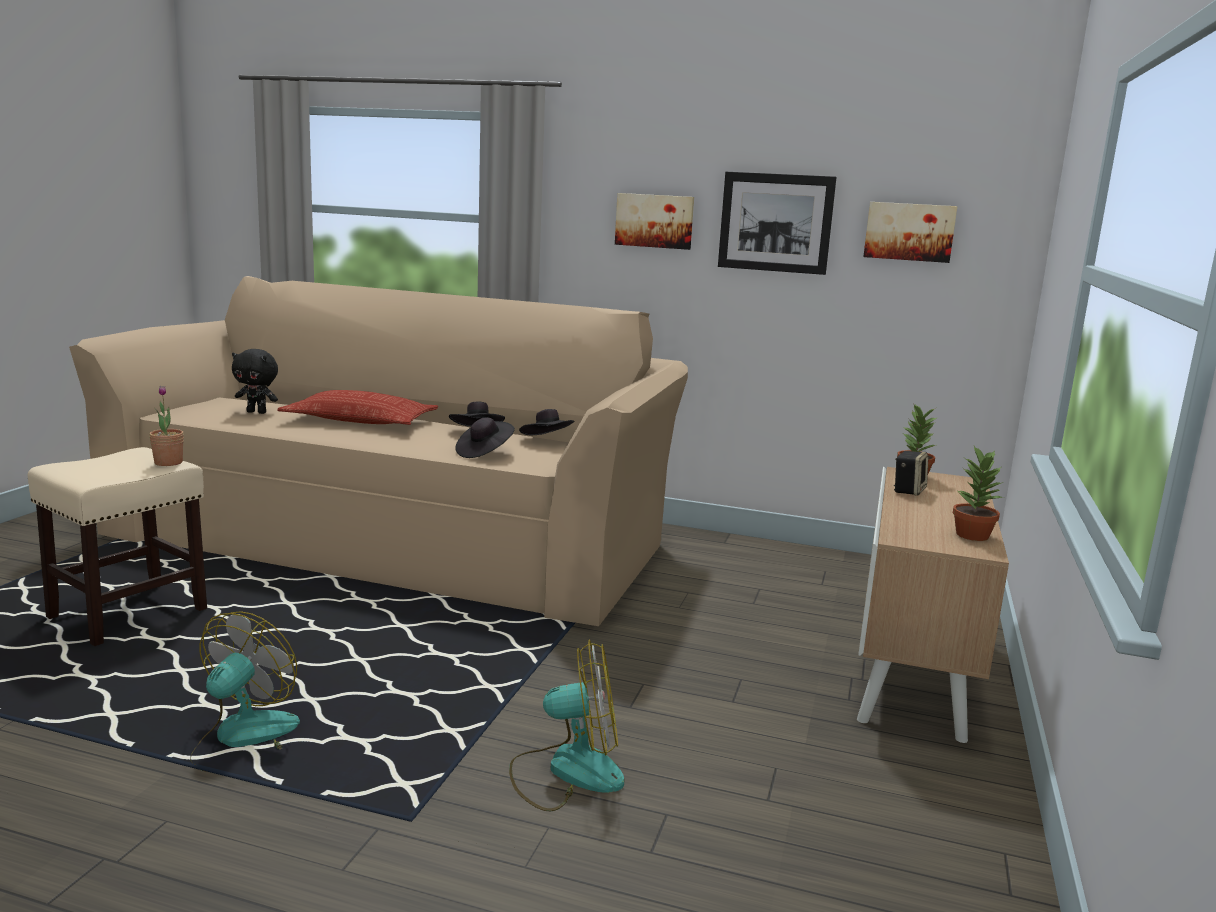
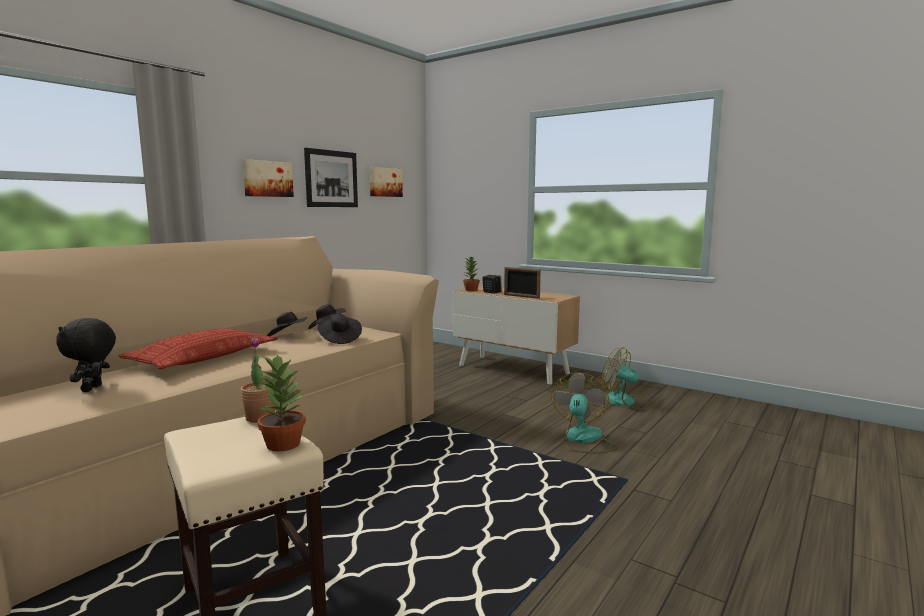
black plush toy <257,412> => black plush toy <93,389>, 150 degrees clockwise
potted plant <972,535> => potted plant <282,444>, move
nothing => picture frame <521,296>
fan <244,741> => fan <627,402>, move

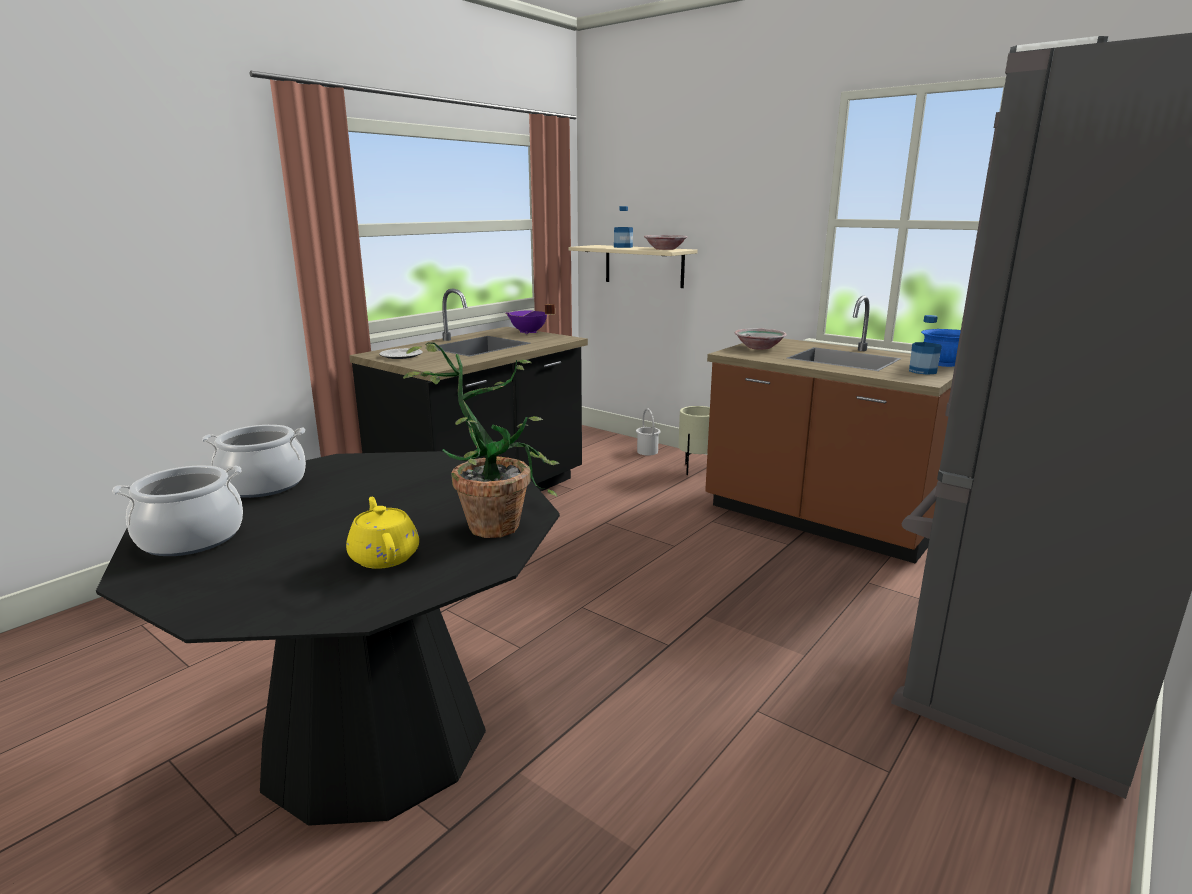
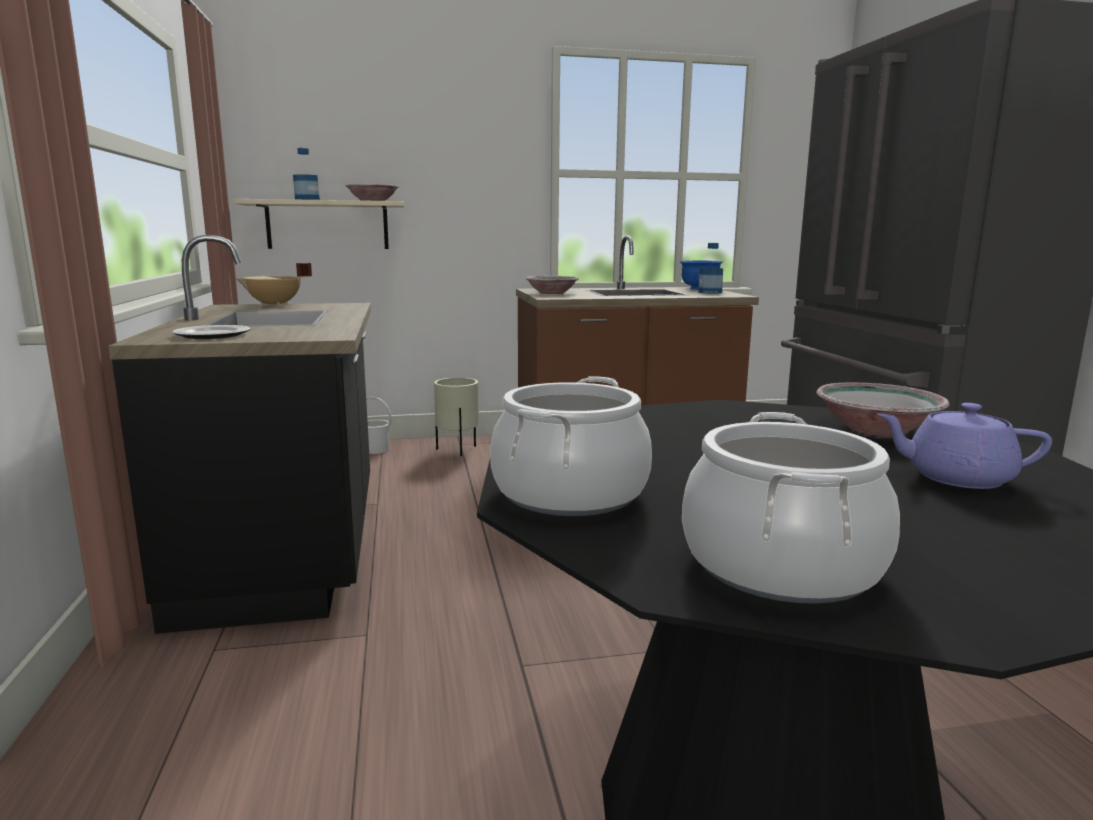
purple cooking pot <528,332> => beige cooking pot <275,305>
potted plant <495,520> => bowl <875,428>
yellow teapot <384,556> => purple teapot <956,478>

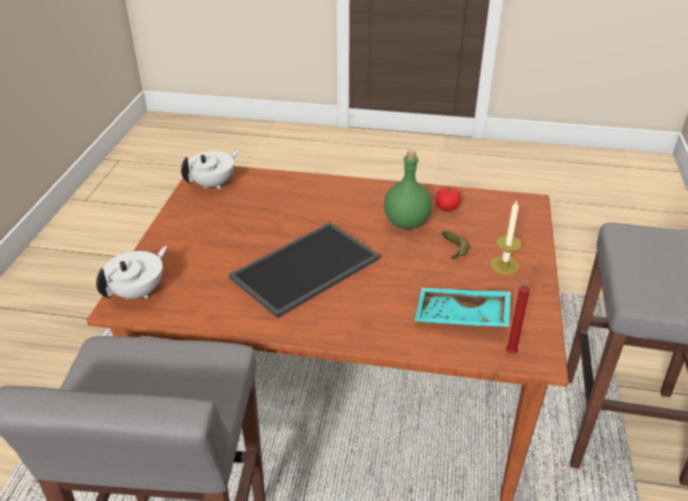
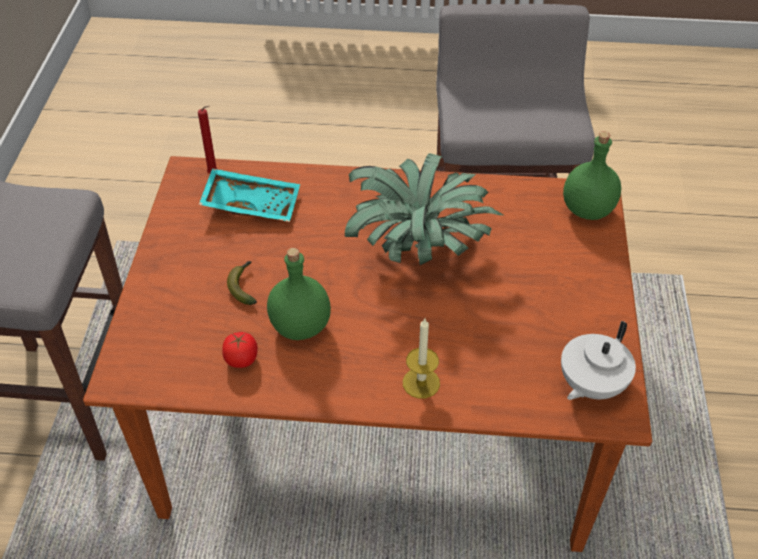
tray <306,269> => potted plant <418,247>
candle <504,265> => candle <421,383>, move
white teapot <139,292> => green bottle <587,210>

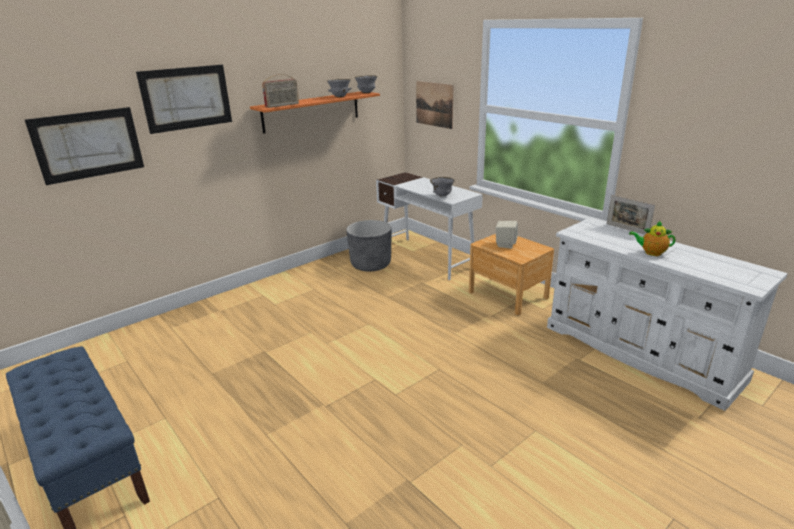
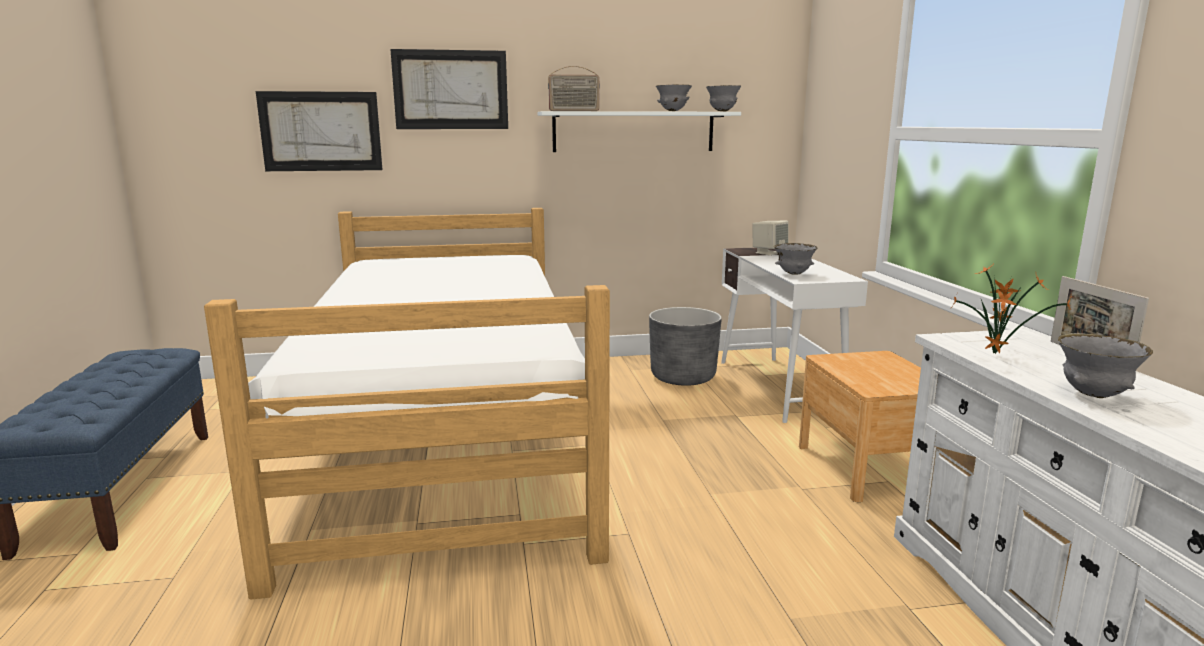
nothing => bed <448,440>
orange shelf <311,111> => white shelf <633,131>
beige speaker <505,244> => beige speaker <769,253>, move
nothing => potted plant <995,354>
teapot <651,253> => grey bowl <1094,395>
picture <434,104> => nothing

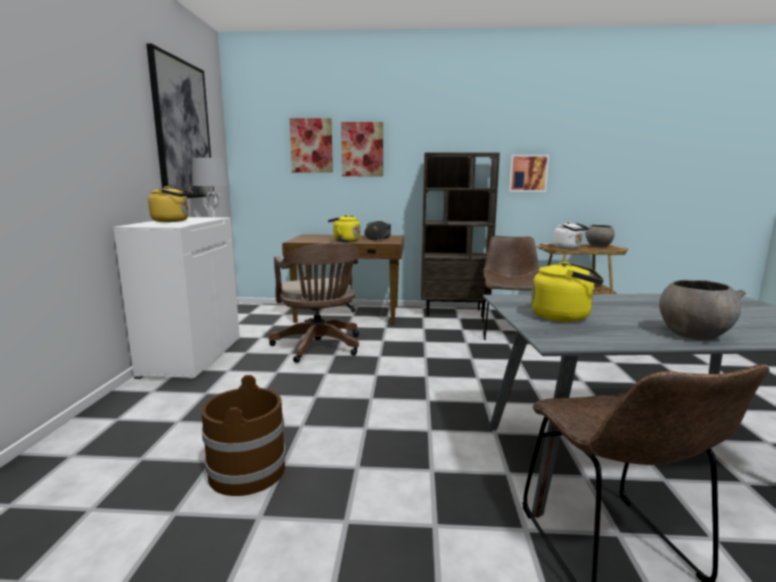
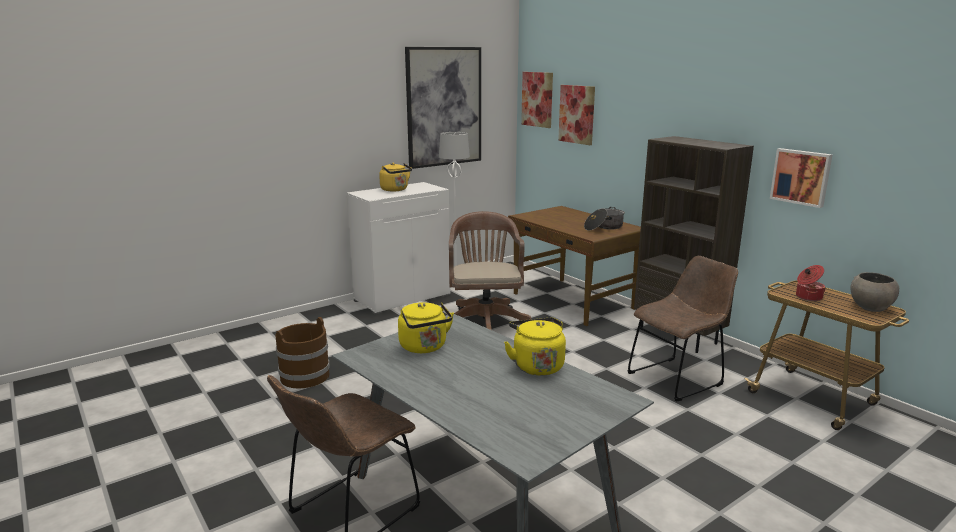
brown office chair <319,347> => brown office chair <485,322>, 150 degrees clockwise
yellow kettle <344,241> => yellow kettle <536,365>, move
picture <362,149> => picture <537,99>, move
white kettle <569,248> => cooking pot <807,297>
grey bowl <693,334> => nothing

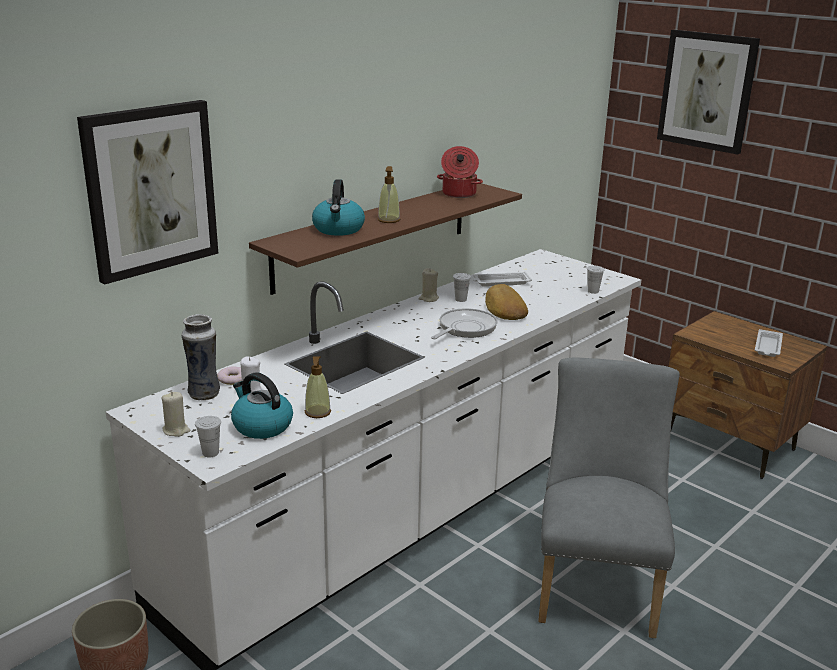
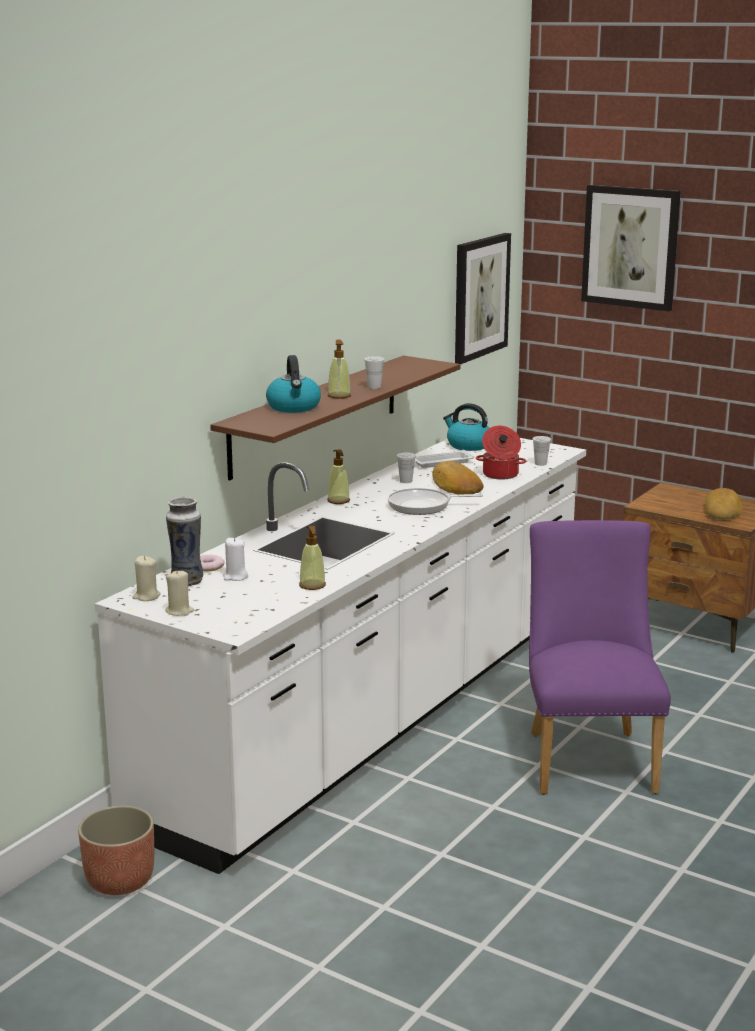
beige candle <428,298> => beige candle <146,596>, move
nothing => soap dispenser <338,501>
white cup <210,453> => white cup <374,387>, move
frying pan <465,328> => frying pan <423,506>, 120 degrees counterclockwise
kettle <261,426> => kettle <468,445>, move
picture <150,189> => picture <480,297>, move
cooking pot <458,194> => cooking pot <500,475>, move
grey chair <596,583> => purple chair <588,757>
white tray <767,347> => bread <723,510>

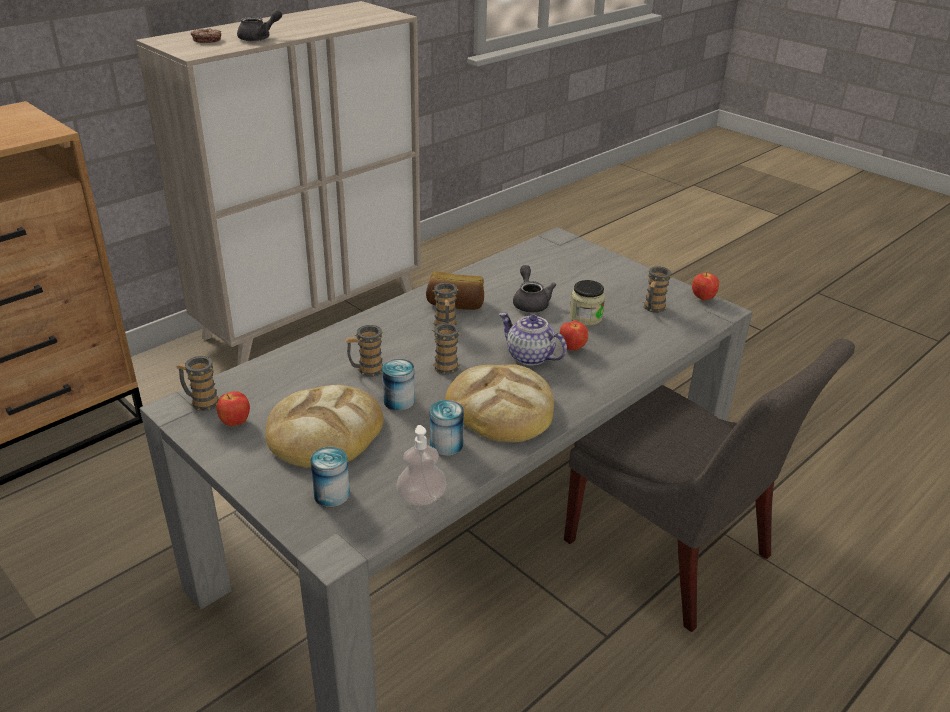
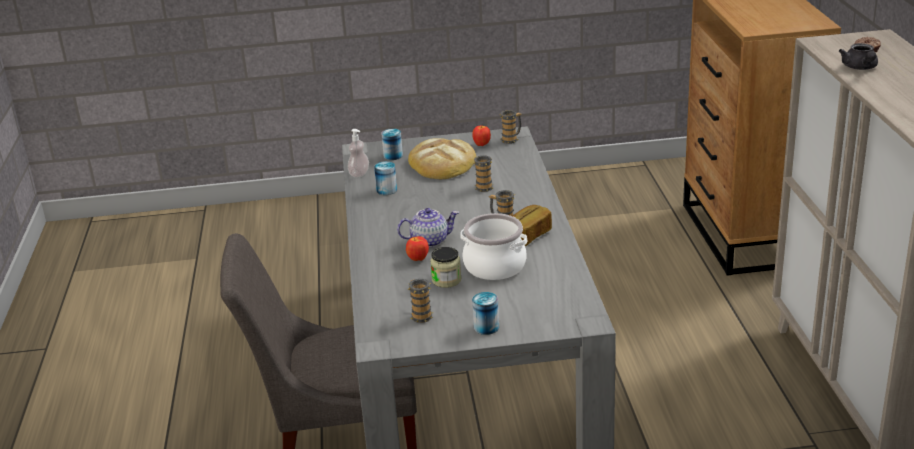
grey teapot <530,302> => cooking pot <495,266>
can <399,401> => can <486,327>, move
mug <447,365> => nothing
bread <501,407> => nothing
apple <702,298> => nothing

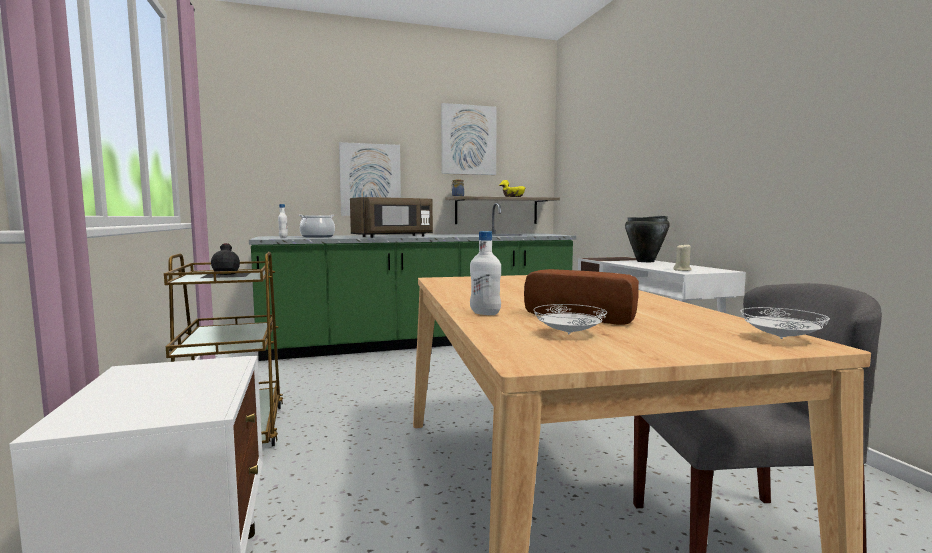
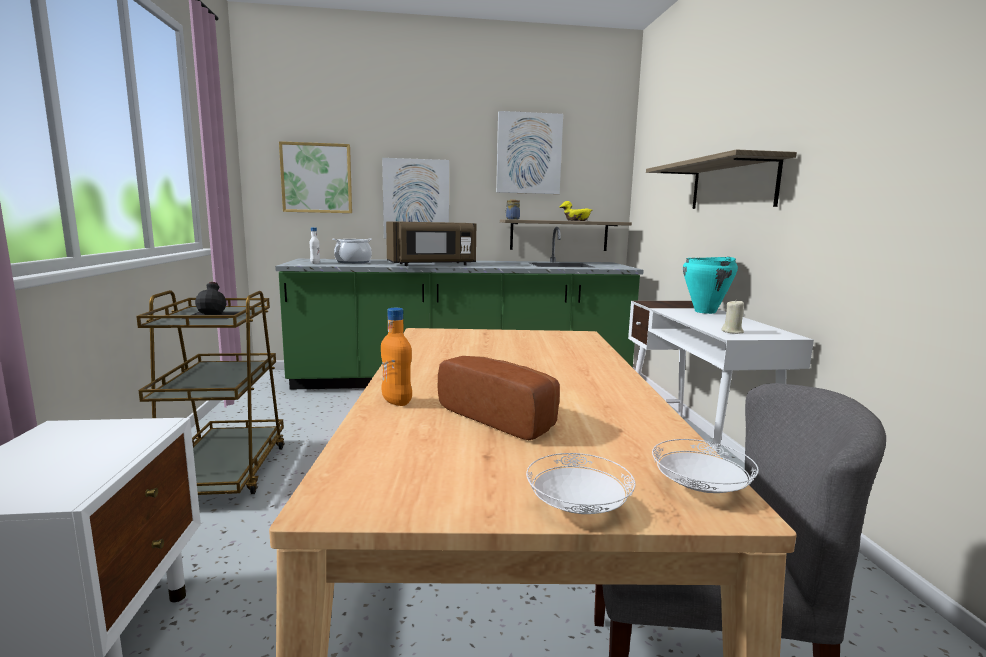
nothing => picture <316,178>
white bottle <485,313> => orange bottle <397,402>
white plate <568,334> => white plate <577,508>, move
nothing => shelf <732,185>
black cooking pot <646,261> => turquoise cooking pot <705,312>

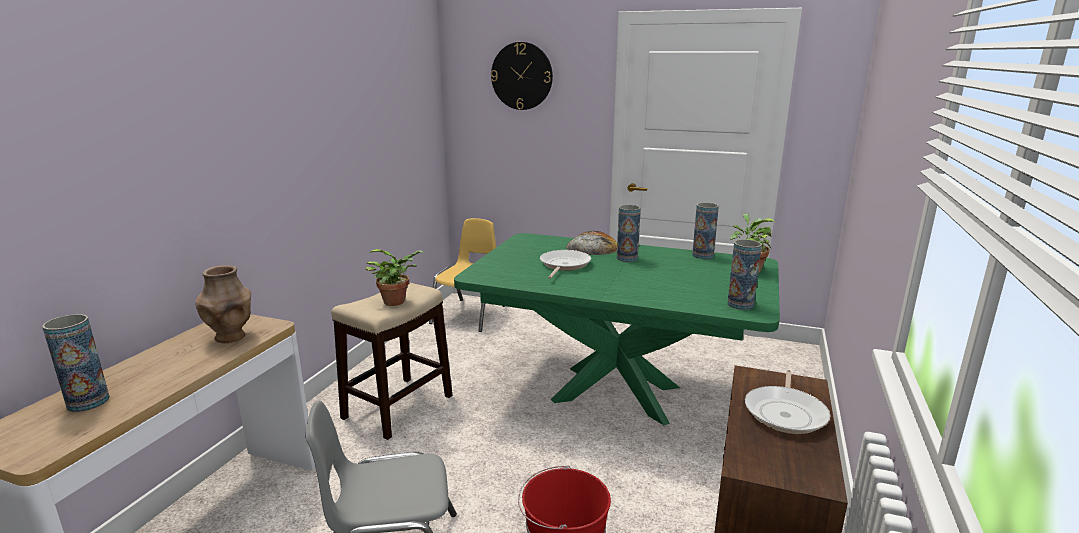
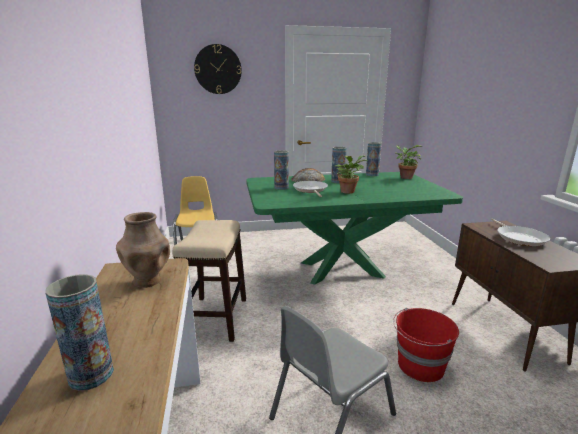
vase <740,304> => vase <281,187>, move
potted plant <397,301> => potted plant <348,191>, move

